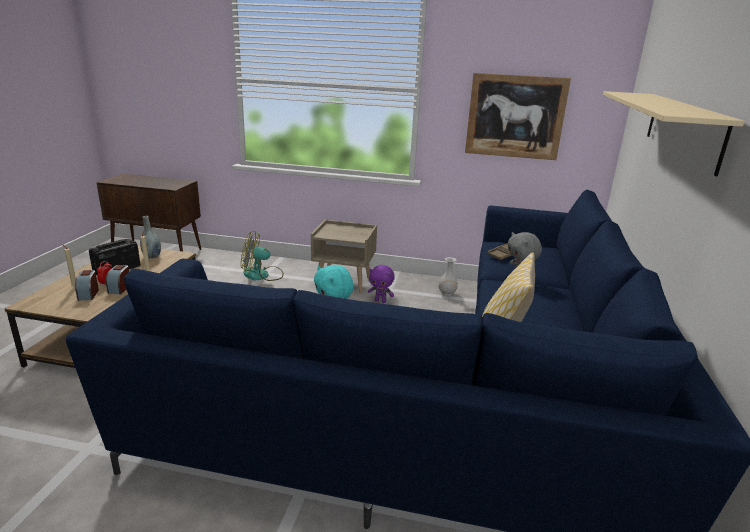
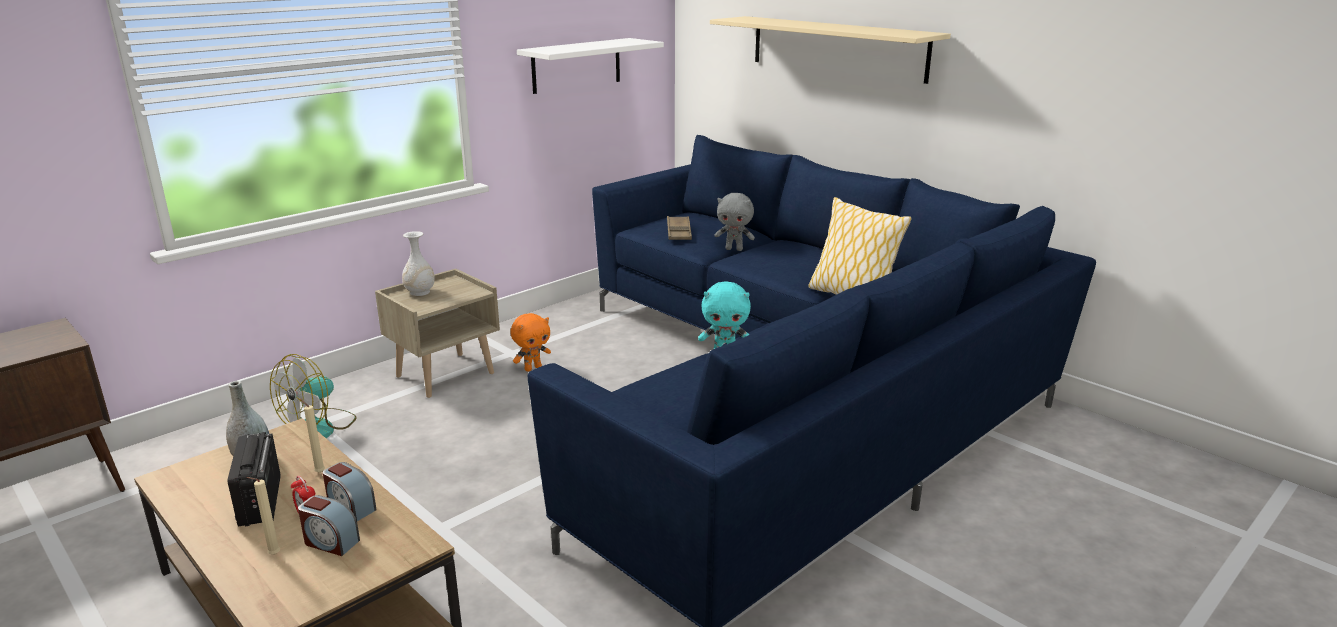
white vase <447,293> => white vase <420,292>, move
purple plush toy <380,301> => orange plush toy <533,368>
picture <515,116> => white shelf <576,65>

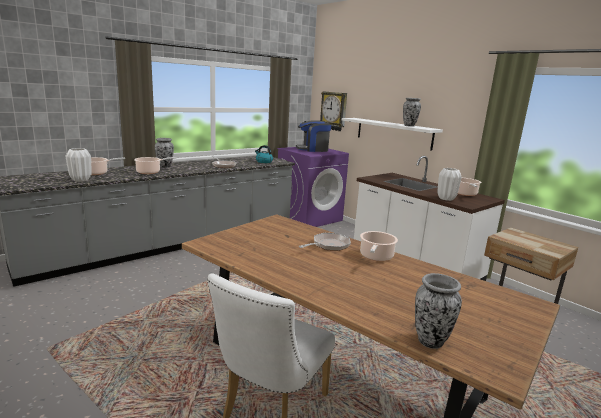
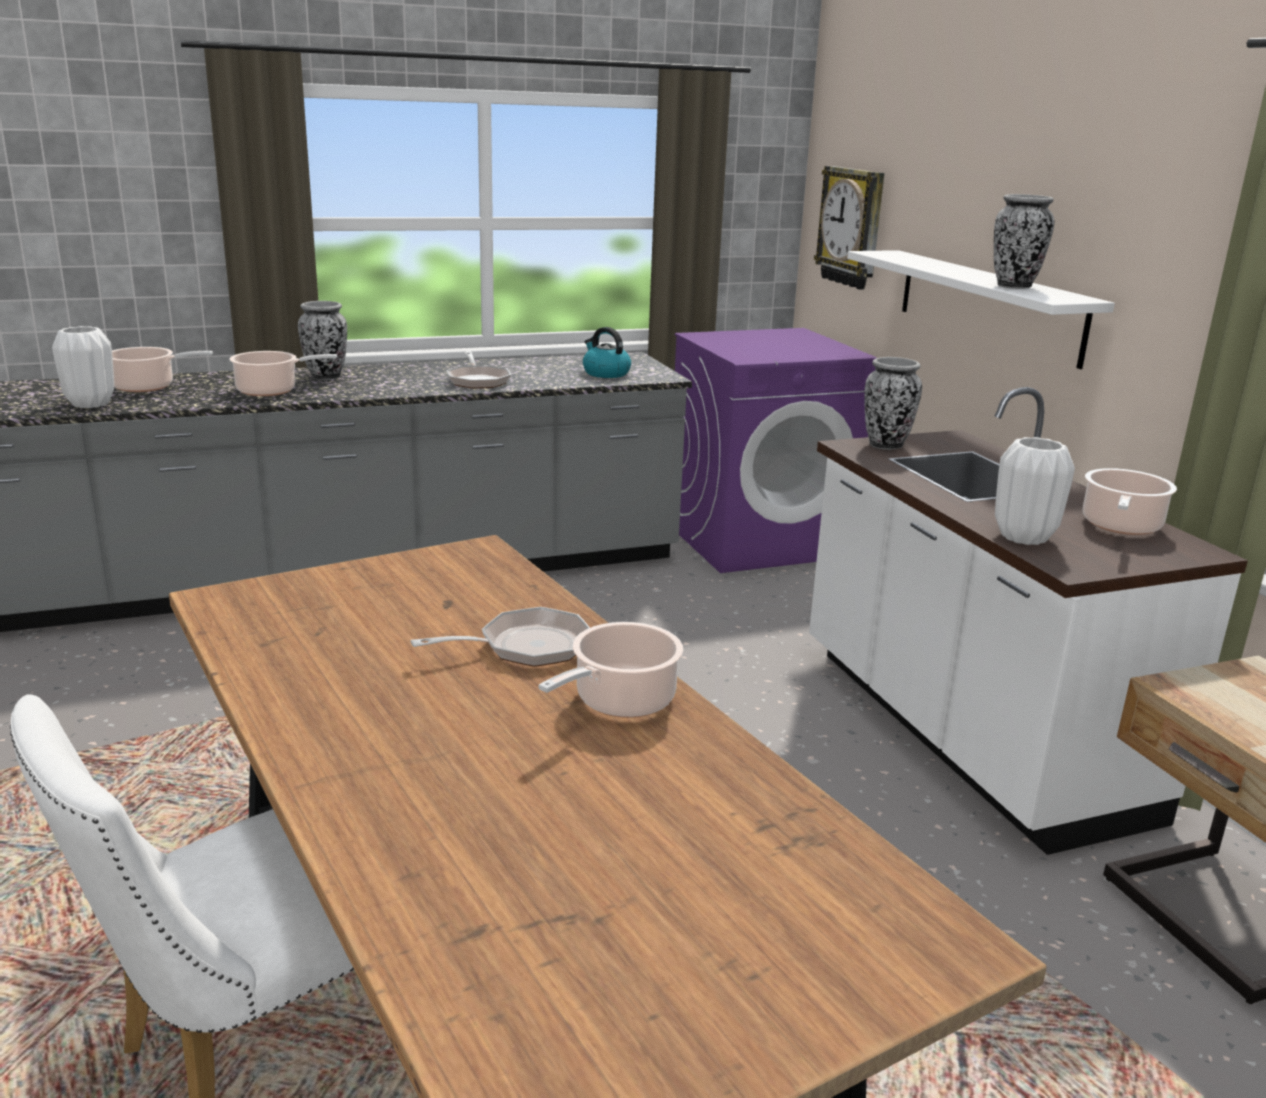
vase <431,341> => vase <886,445>, move
coffee machine <313,149> => nothing

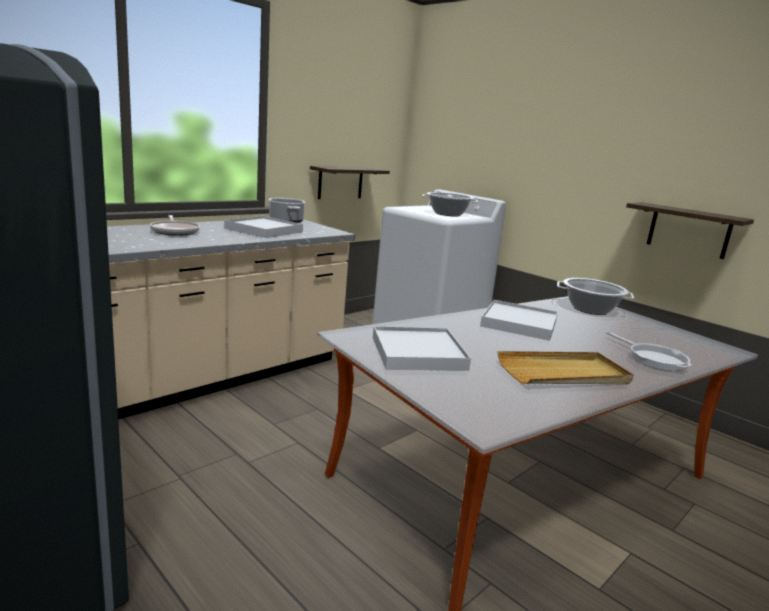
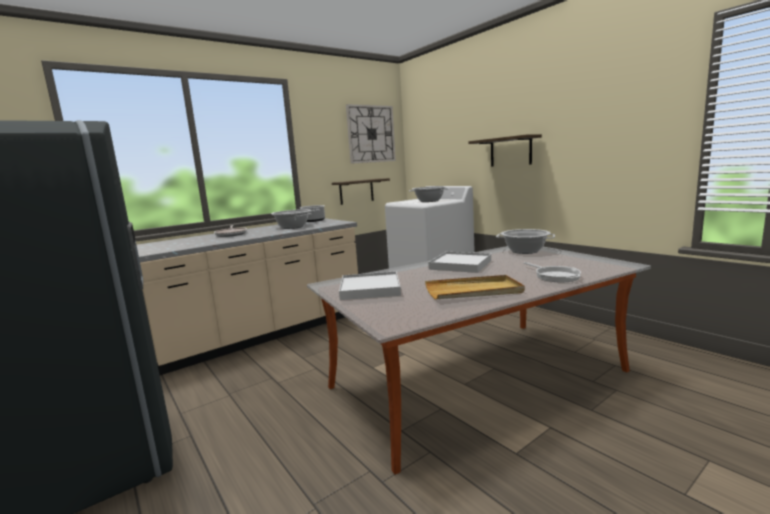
white tray <264,230> => cooking pot <293,227>
nothing => wall clock <371,134>
shelf <689,230> => shelf <510,151>, move

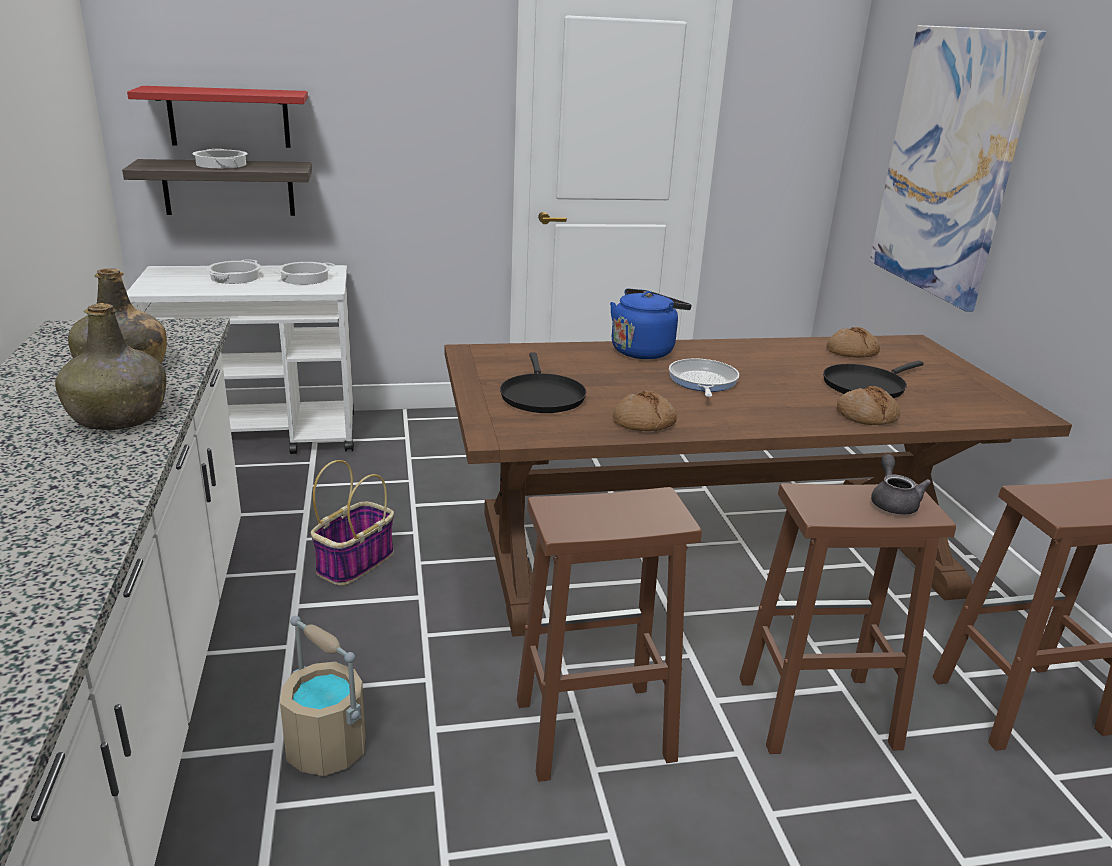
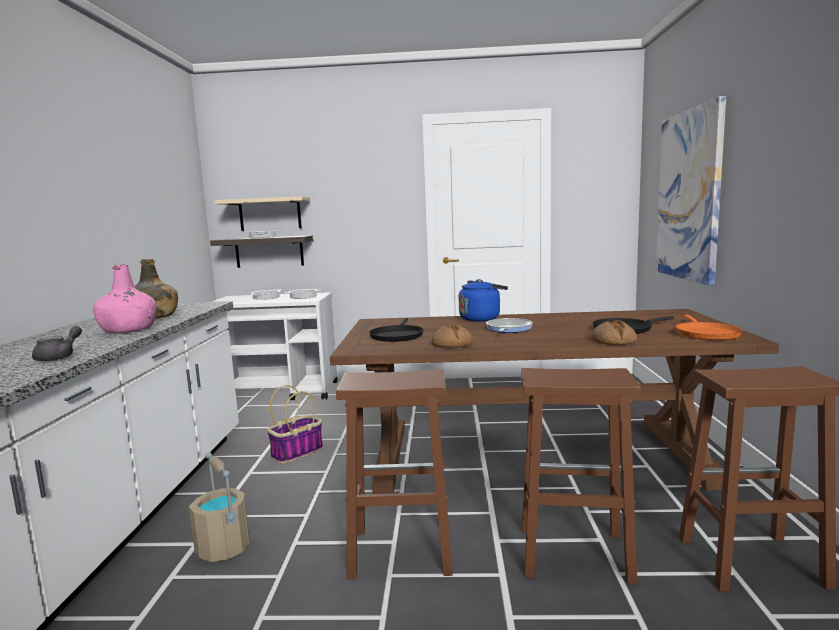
grey teapot <893,502> => grey teapot <60,357>, move
green bottle <120,417> => pink bottle <129,329>
red shelf <229,117> => beige shelf <270,214>
nothing => orange frying pan <705,334>
bread <851,352> => nothing

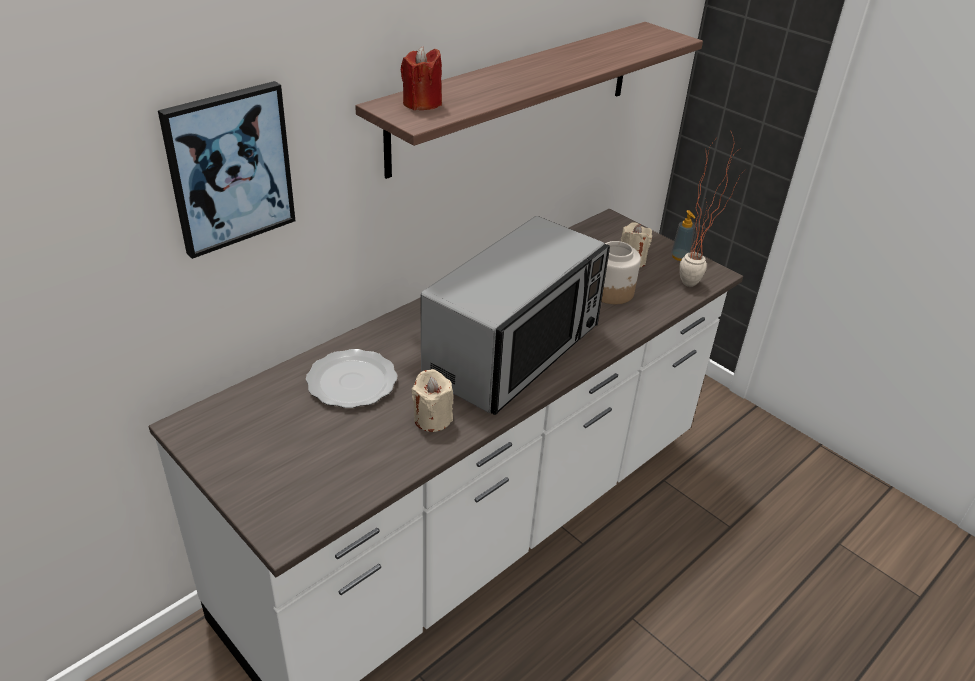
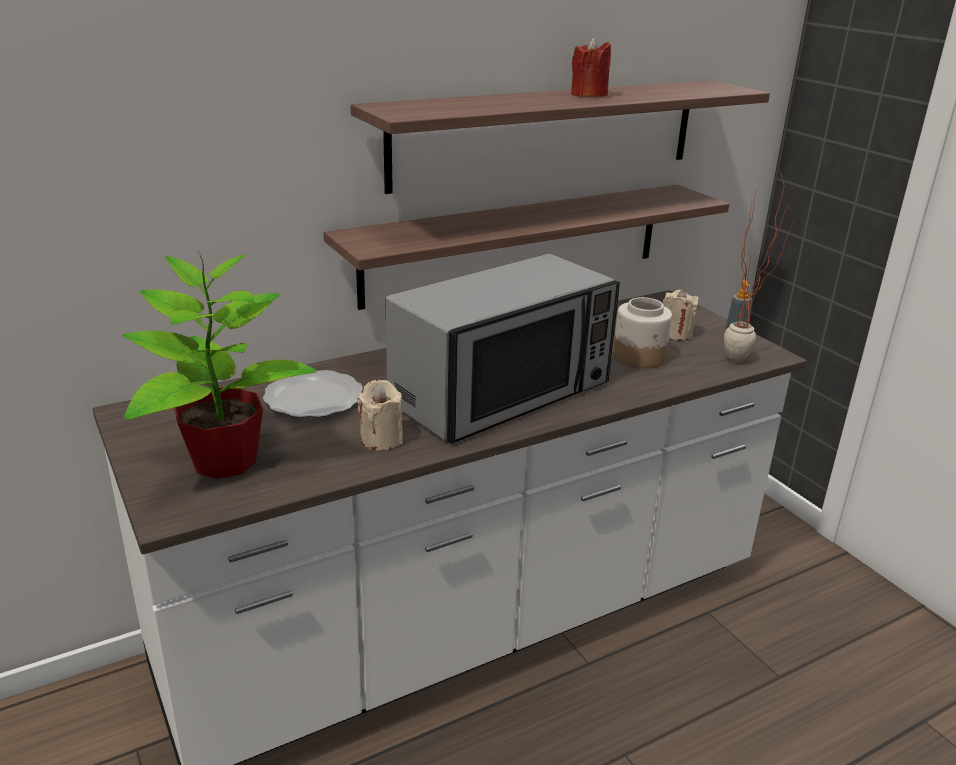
nothing => potted plant <222,461>
nothing => shelf <516,243>
red candle <422,103> => red candle <588,95>, move
picture <229,168> => nothing

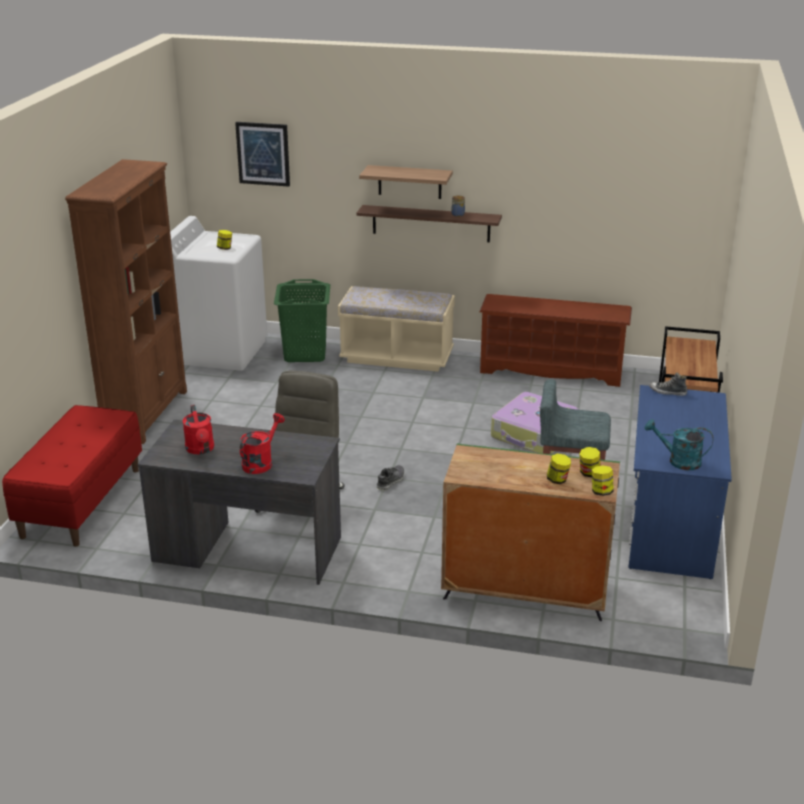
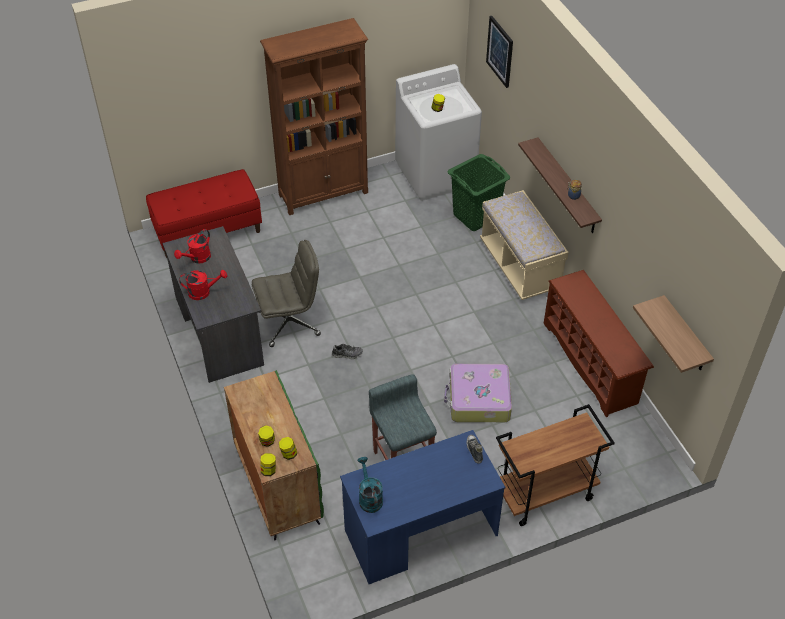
shelf <409,182> => shelf <685,336>, move

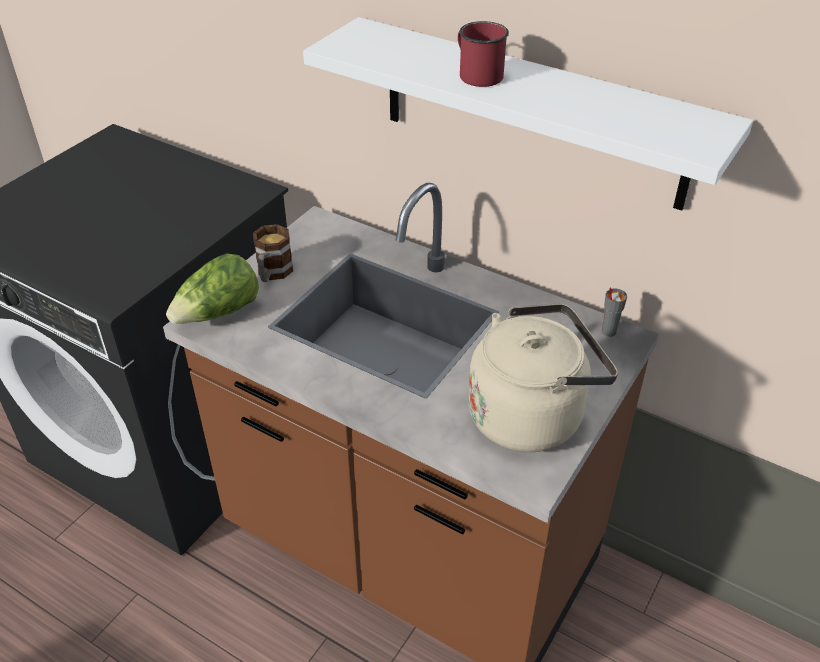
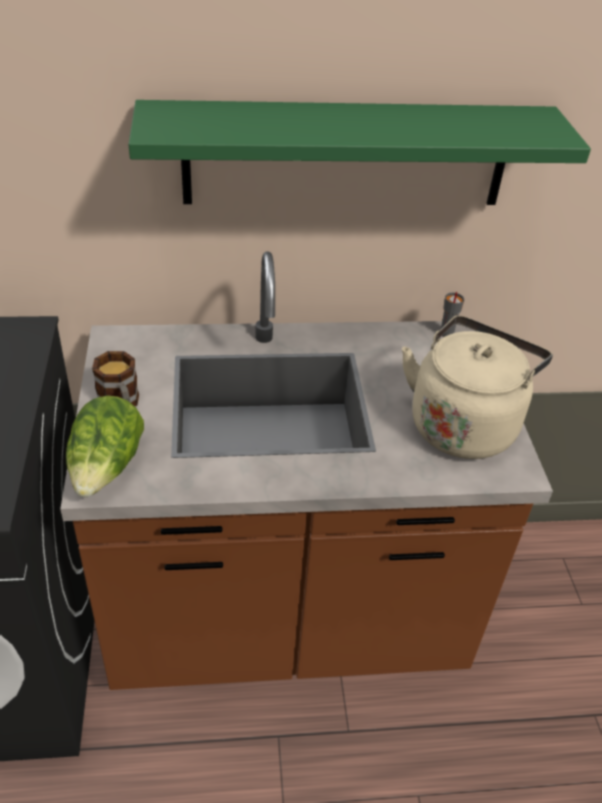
white shelf <531,113> => green shelf <346,155>
red mug <476,74> => nothing

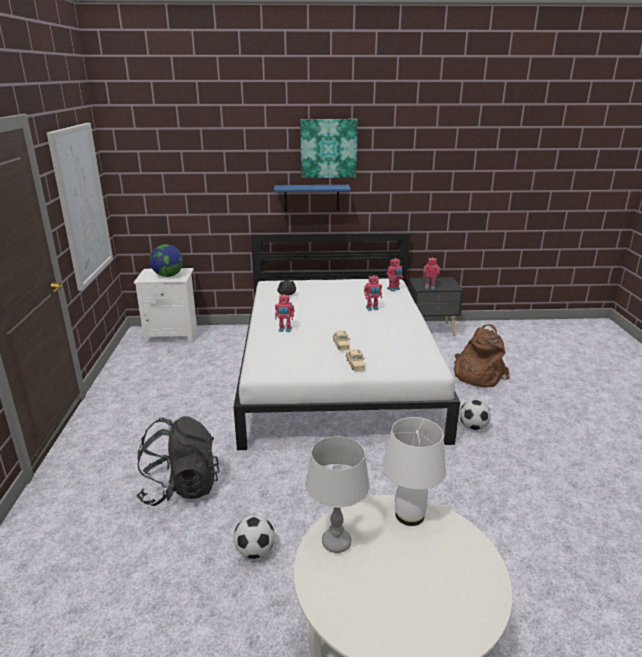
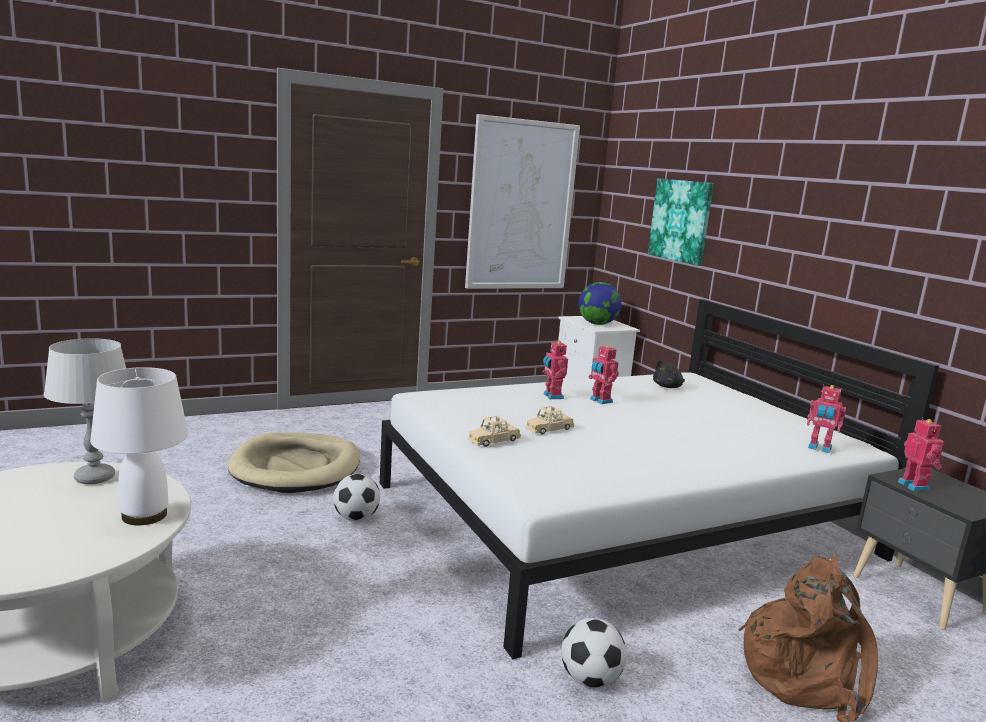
black backpack <180,488> => beige dog bed <296,468>
football <255,551> => football <356,518>, move
toy robot <372,308> => toy robot <600,401>, move
picture <328,148> => picture <681,220>, move
blue shelf <311,197> => nothing

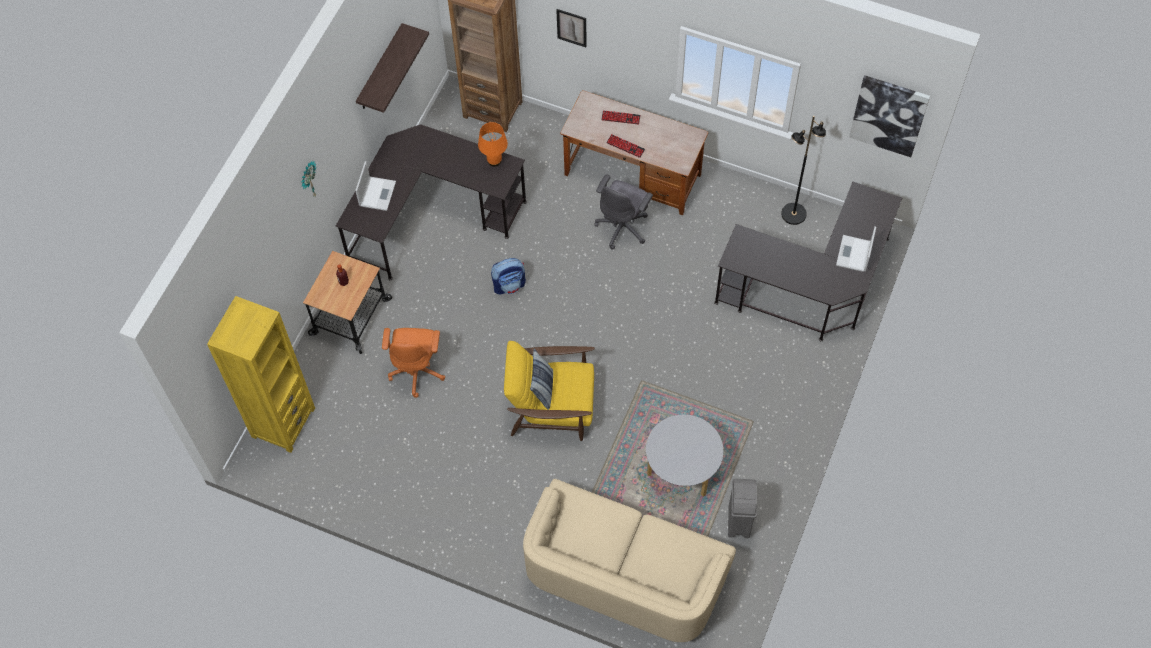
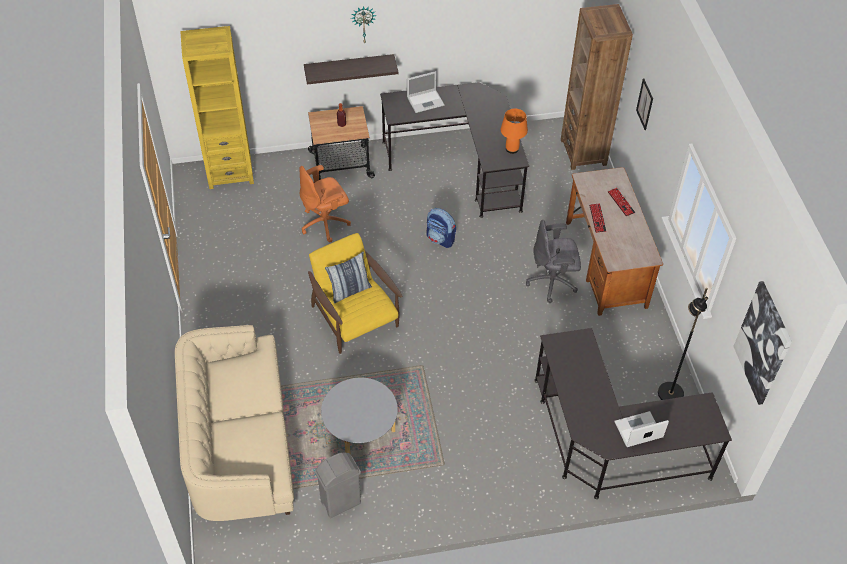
shelf <380,69> => shelf <349,67>, move

